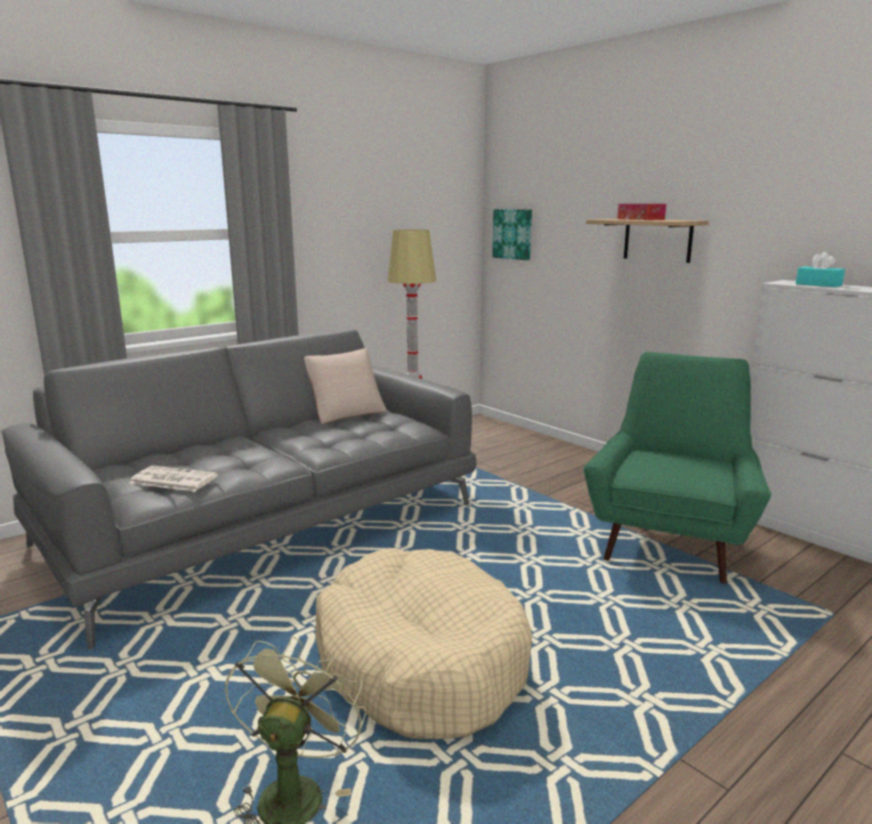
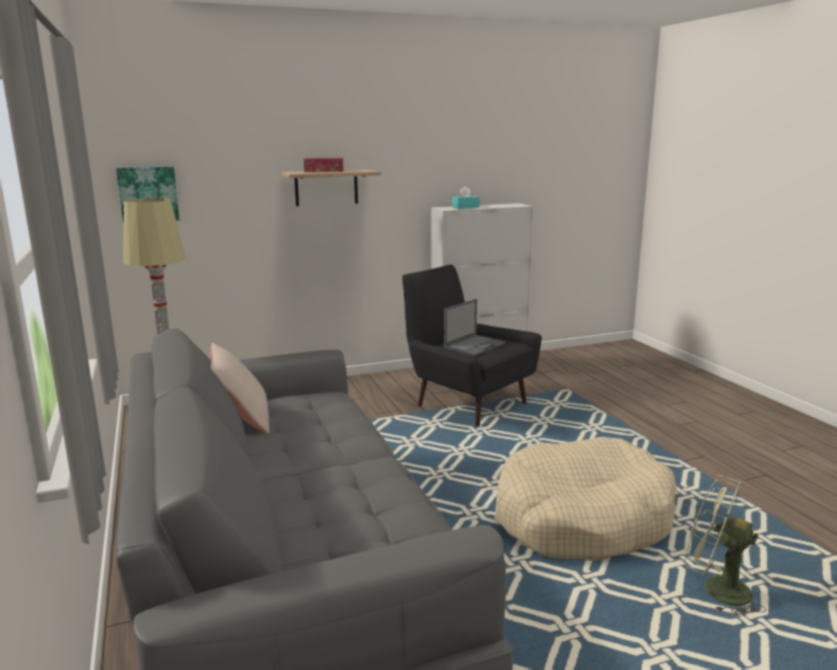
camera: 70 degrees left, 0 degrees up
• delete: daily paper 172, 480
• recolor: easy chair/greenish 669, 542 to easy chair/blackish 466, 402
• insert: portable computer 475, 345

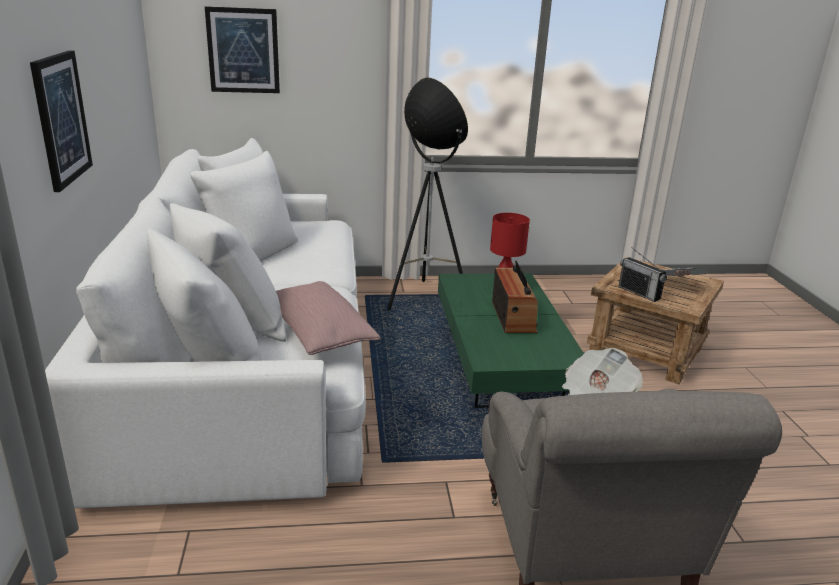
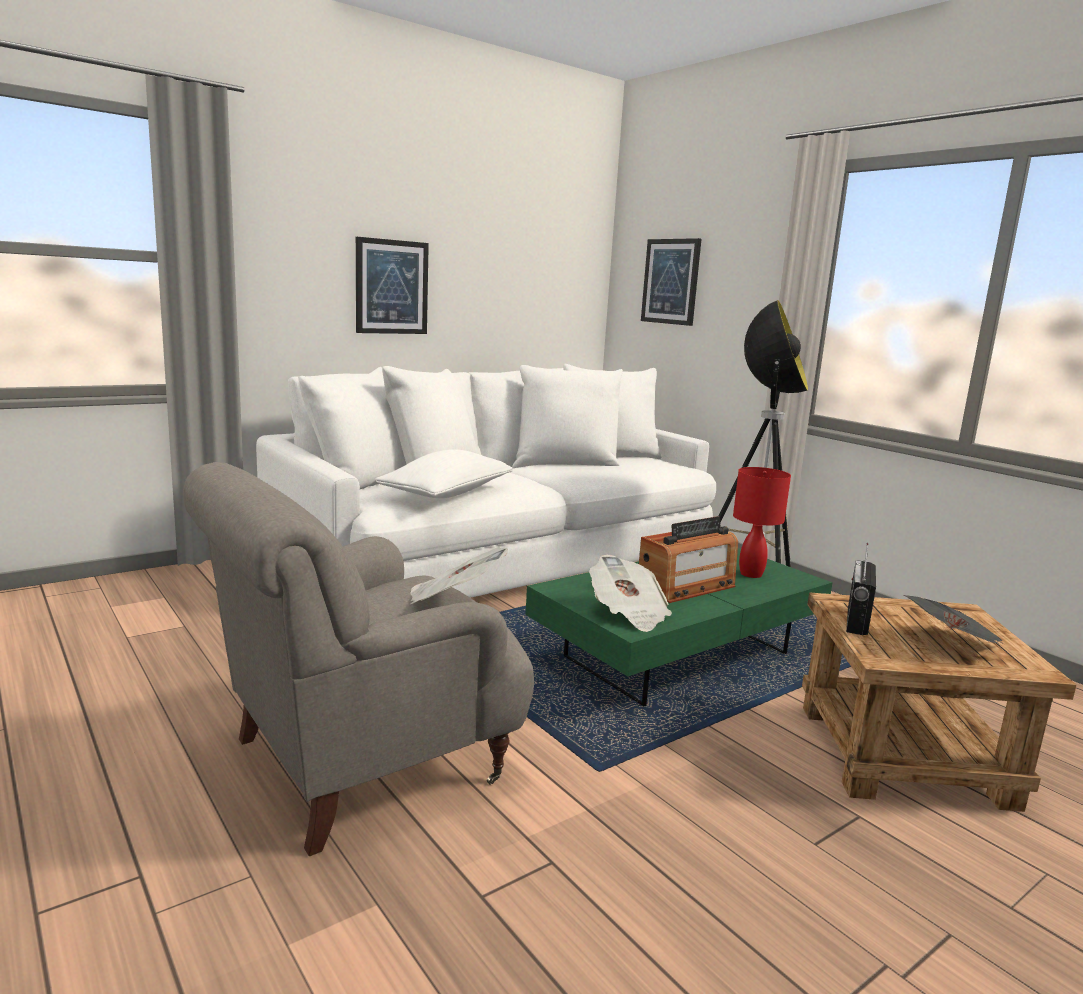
camera: 60 degrees right, 10 degrees down
• recolor: throw pillow/pinkish 317, 333 to throw pillow/white-coloured 446, 494
• insert: daily paper 628, 614

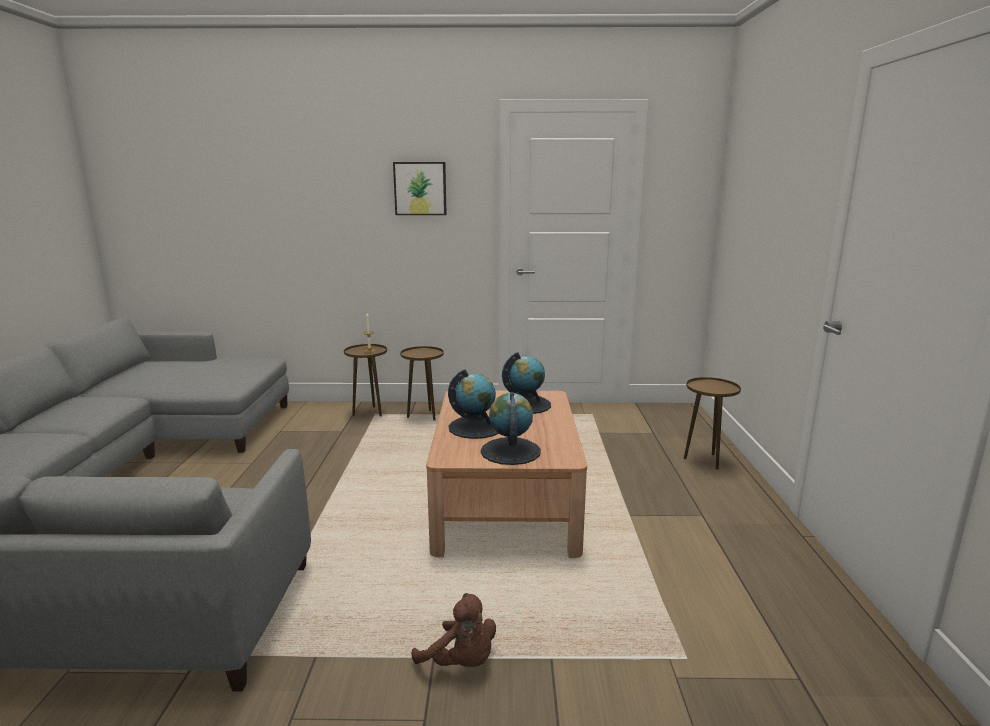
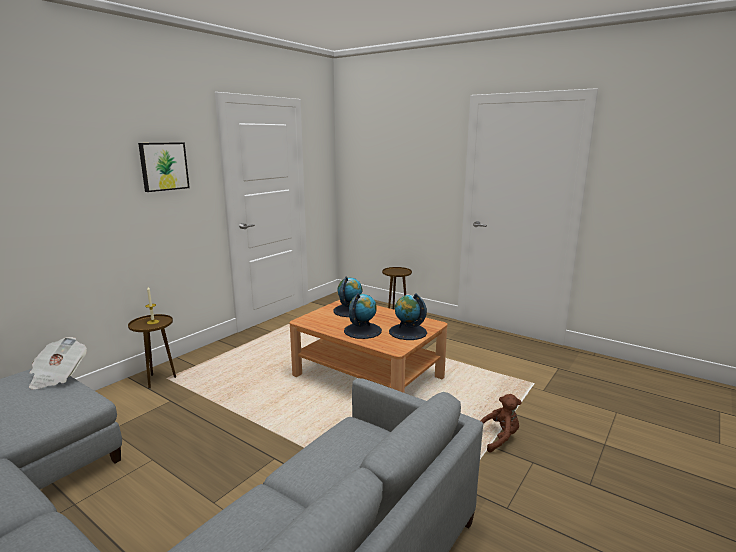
camera: 55 degrees left, 0 degrees up
• delete: accent table/brown-coloured 424, 416
• insert: daily paper 58, 376

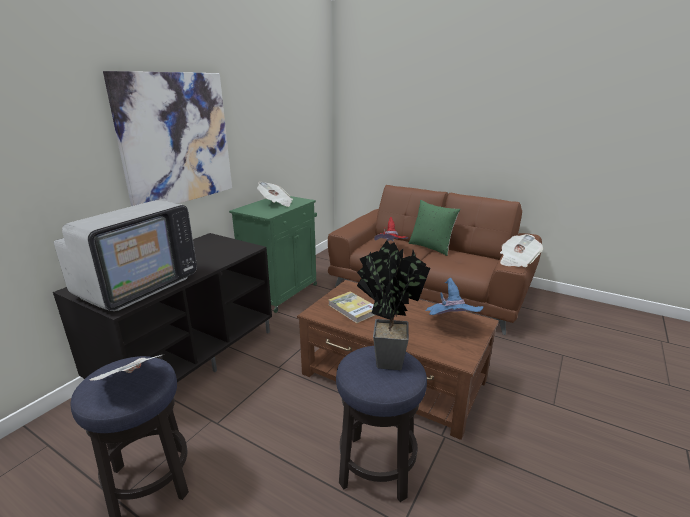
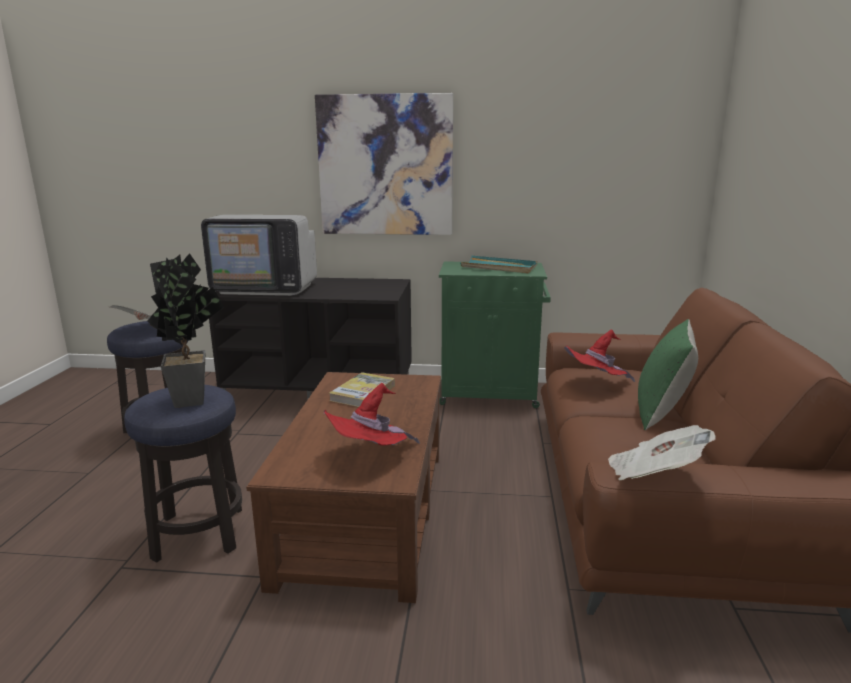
camera: 65 degrees right, 5 degrees down
• replace: daily paper 276, 203 to tray/turquoise 499, 267
• recolor: clothing hat/bluish 450, 324 to clothing hat/red-coloured 369, 456

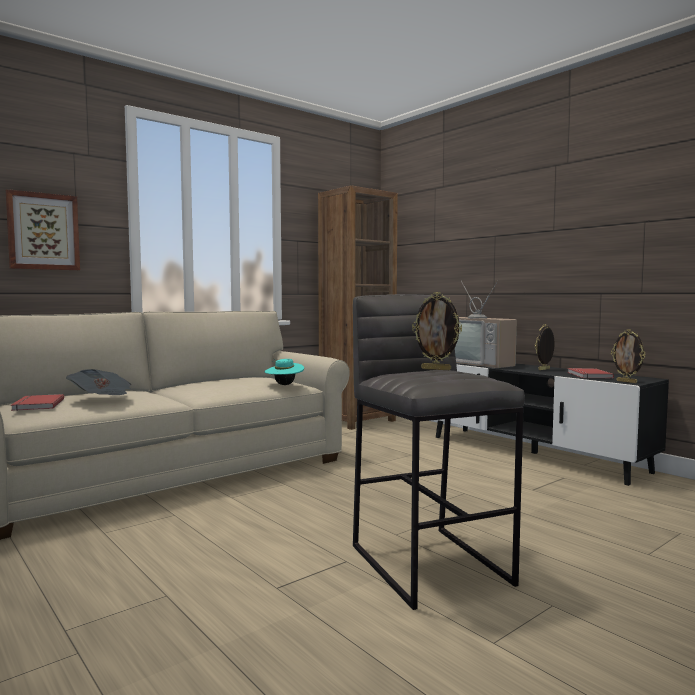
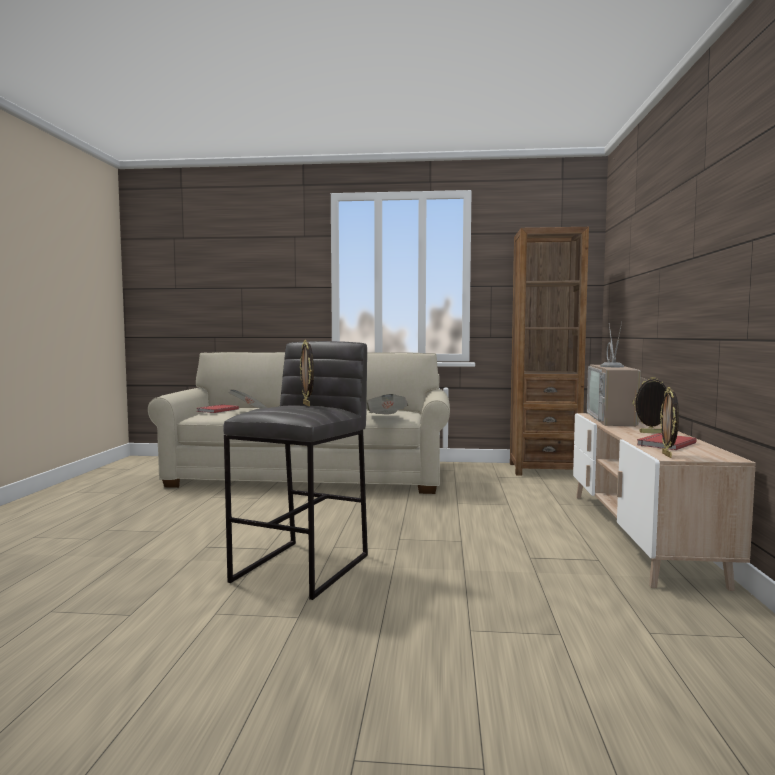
camera: 45 degrees right, 0 degrees up
• delete: picture 43, 231
• replace: clothing hat/turquoise 284, 385 to daily paper 386, 417
• recolor: media console/blackish 533, 453 to media console/beige-coloured 638, 533

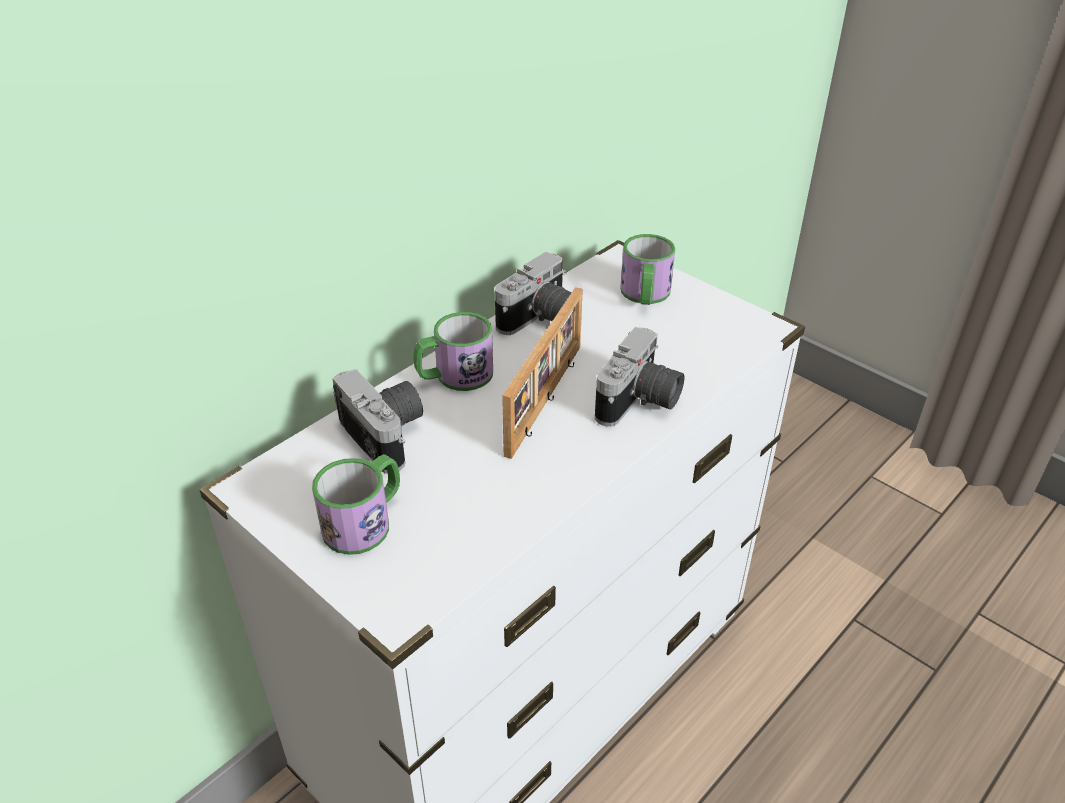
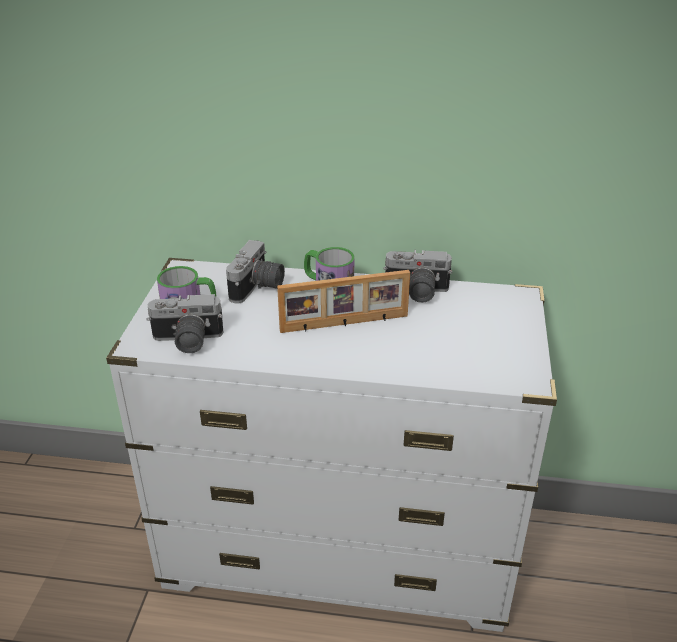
camera: 55 degrees right, 5 degrees down
• move: still camera 640, 403 to 187, 341
• delete: mug 645, 295

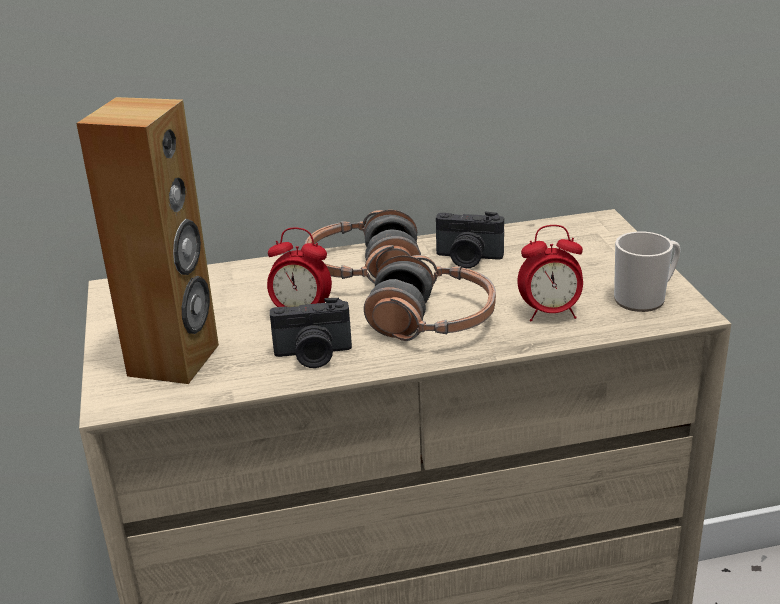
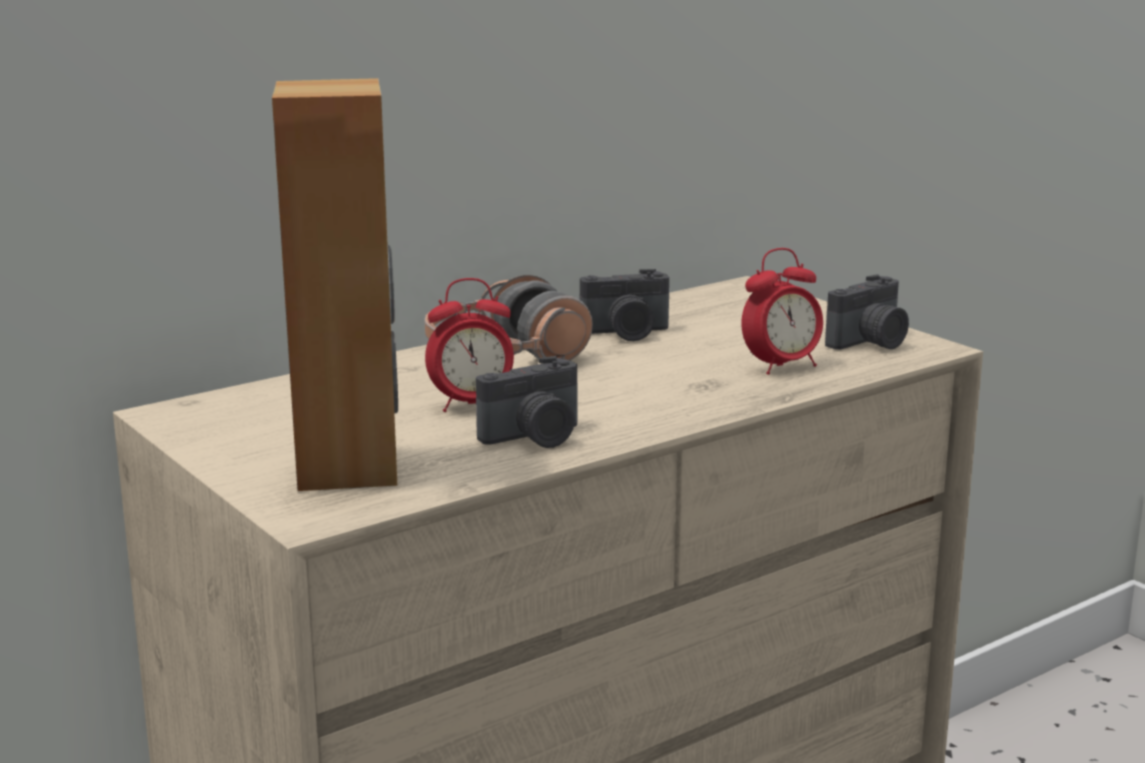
camera: 25 degrees left, 10 degrees down
• delete: headset 432, 321
• replace: mug 644, 299 to still camera 871, 342

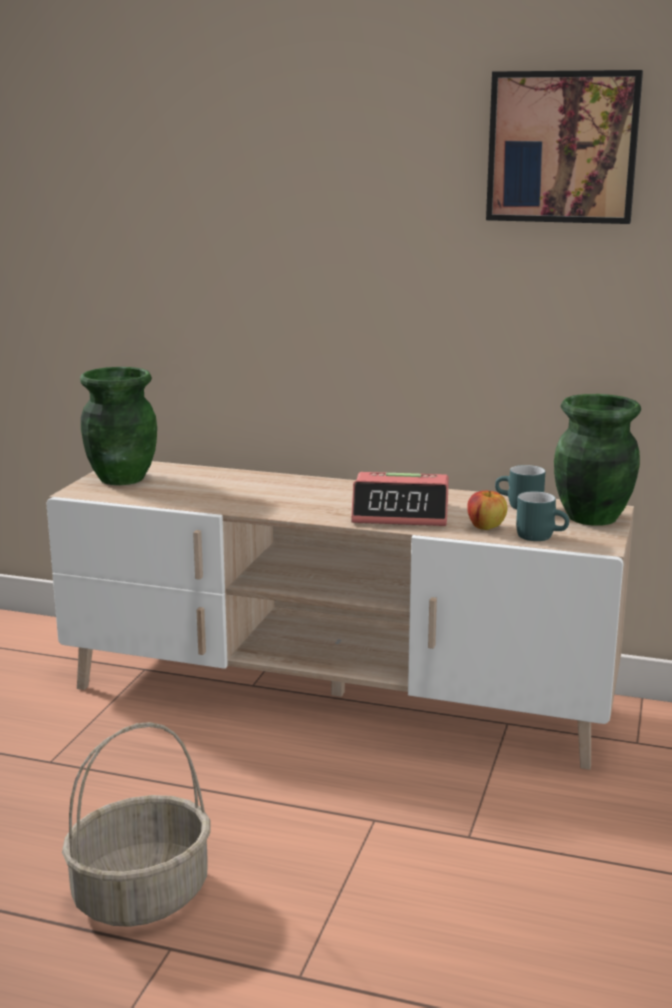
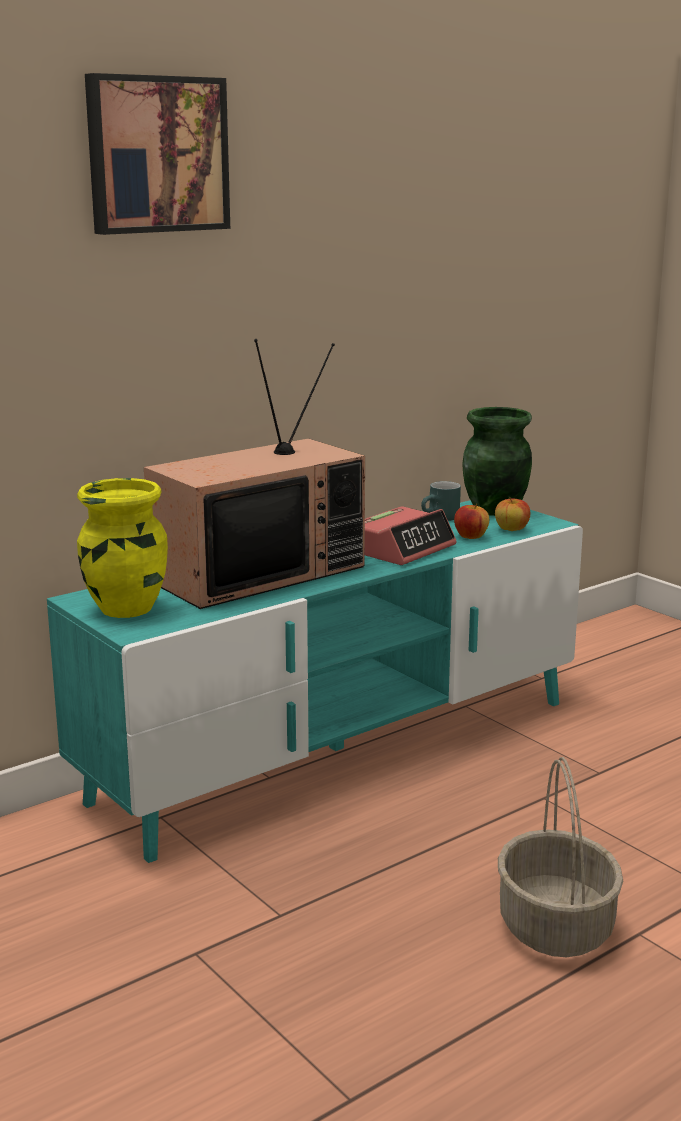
camera: 55 degrees left, 0 degrees up
• recolor: media console/beige-coloured 336, 696 to media console/turquoise 339, 750
• recolor: decorative vase/greenish 121, 478 to decorative vase/yellowish 125, 609
• move: picture 563, 147 to 156, 155
• replace: mug/turquoise 541, 536 to whole apple 512, 530
• insert: television 259, 572

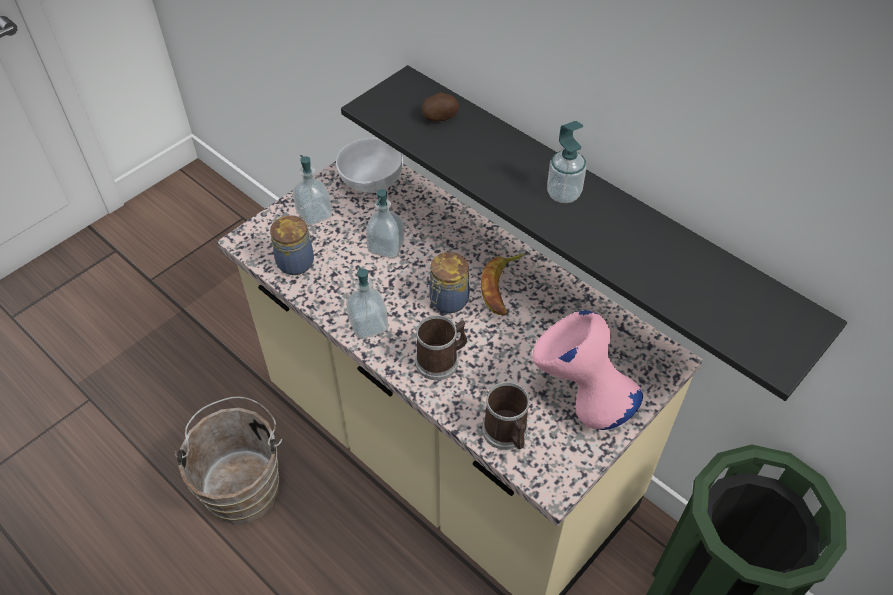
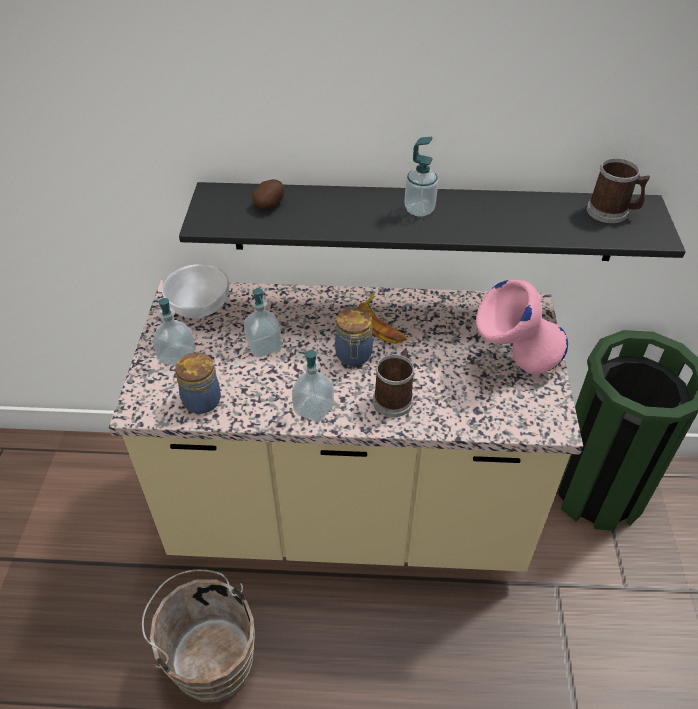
camera: 40 degrees left, 5 degrees down
• move: mug 507, 434 to 612, 212

